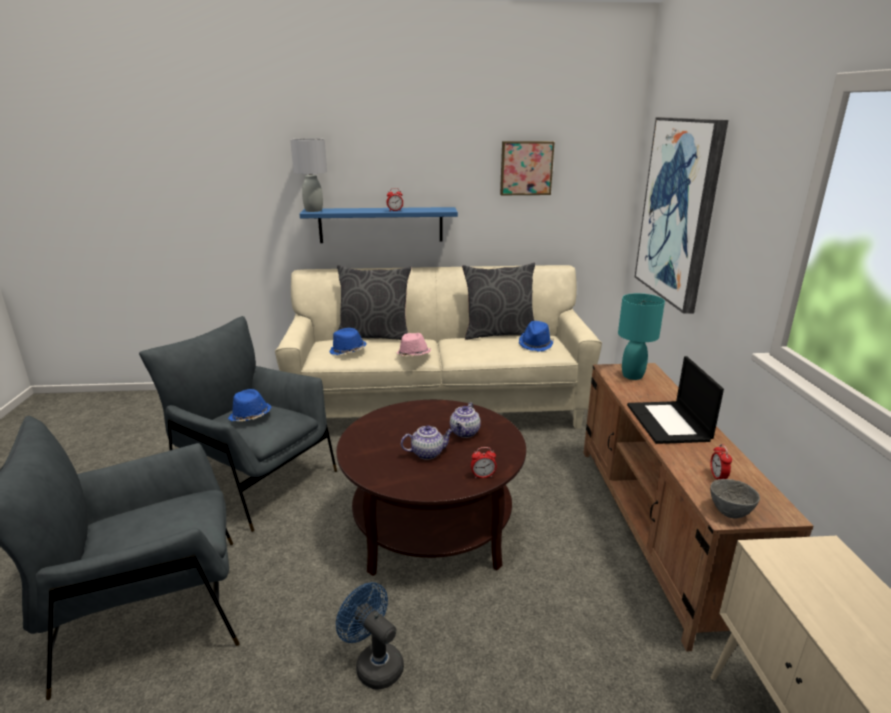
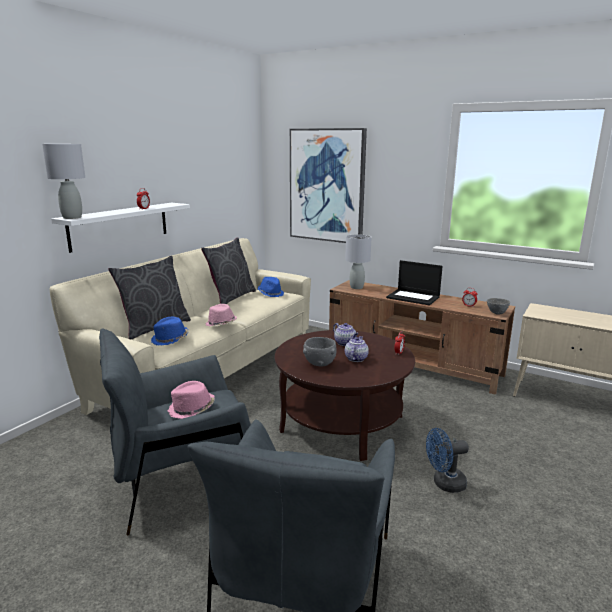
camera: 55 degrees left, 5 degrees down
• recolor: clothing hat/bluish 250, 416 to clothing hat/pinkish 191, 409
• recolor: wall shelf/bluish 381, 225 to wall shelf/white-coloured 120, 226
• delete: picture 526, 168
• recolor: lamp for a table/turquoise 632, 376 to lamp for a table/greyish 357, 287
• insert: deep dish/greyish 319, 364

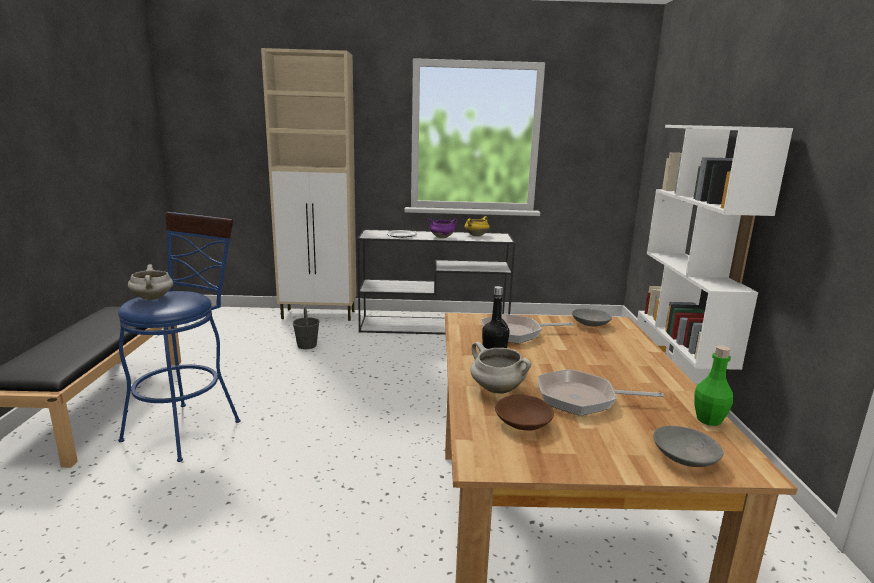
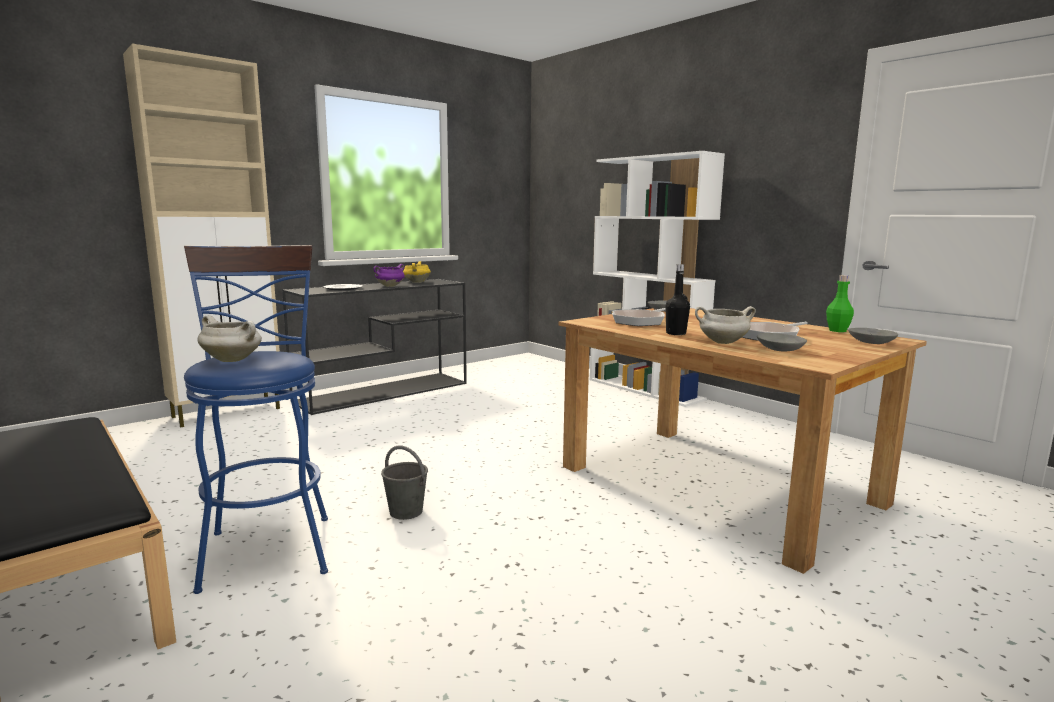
camera: 40 degrees left, 5 degrees down
• move: water bucket/greyish 307, 345 to 406, 512
• recolor: narrow table/white-coloured 435, 326 to narrow table/blackish 384, 392
• recolor: deep dish/brown-coloured 523, 423 to deep dish/greyish 781, 349

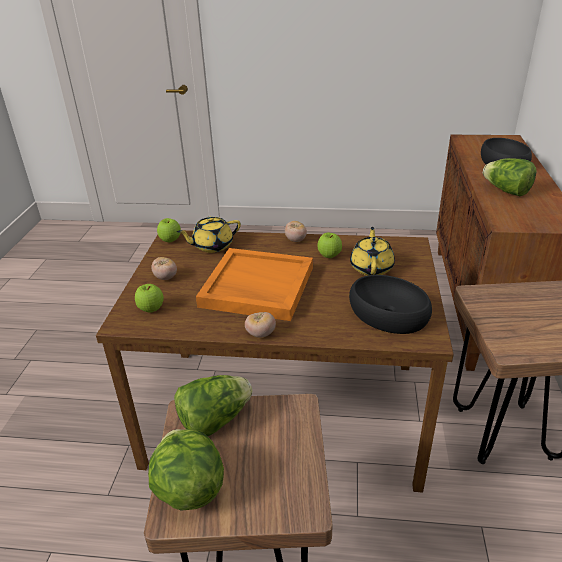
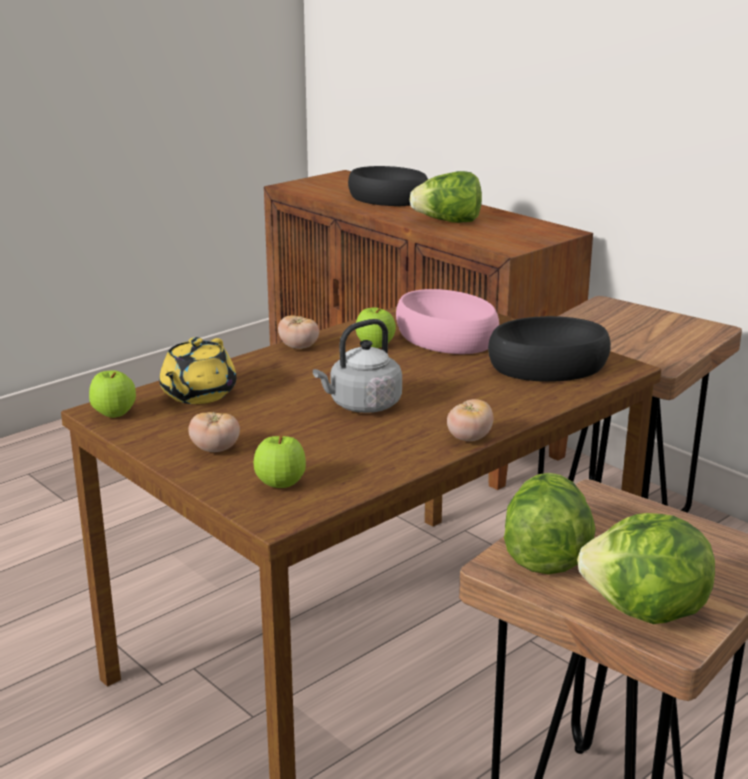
camera: 50 degrees left, 10 degrees down
• replace: tray/orange-coloured 256, 287 to water kettle/greyish 362, 405
• replace: tea pot/yellowish 371, 267 to deep dish/pinkish 444, 337

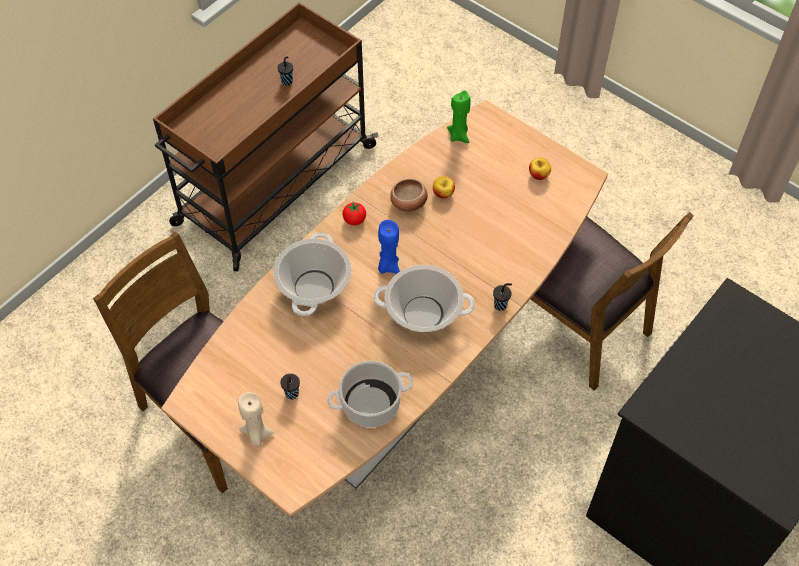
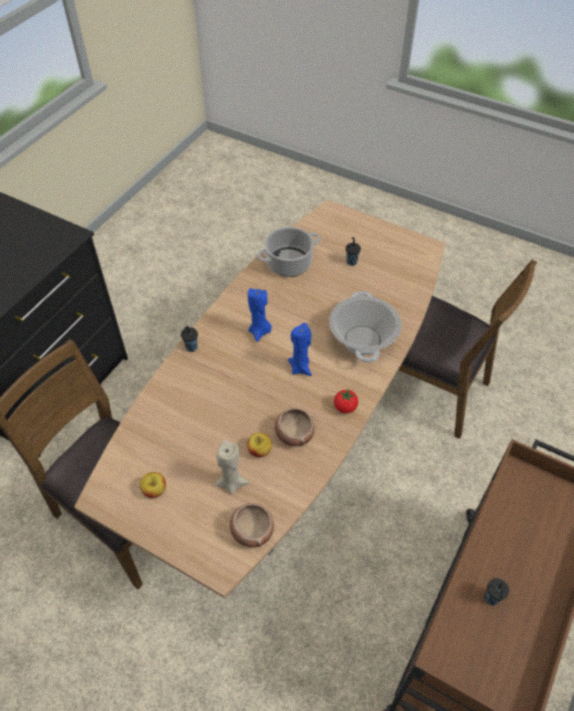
camera: 170 degrees right, 5 degrees down
• move: candle/beige-coloured 256, 434 to 231, 483
• replace: saucepot 423, 313 to candle/bluish 260, 332
• replace: candle/greenish 459, 135 to deep dish 252, 530

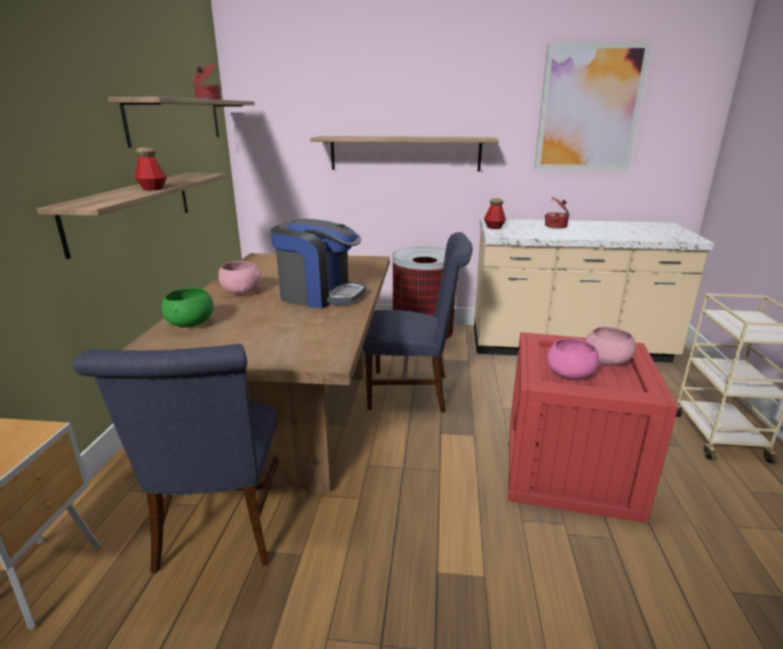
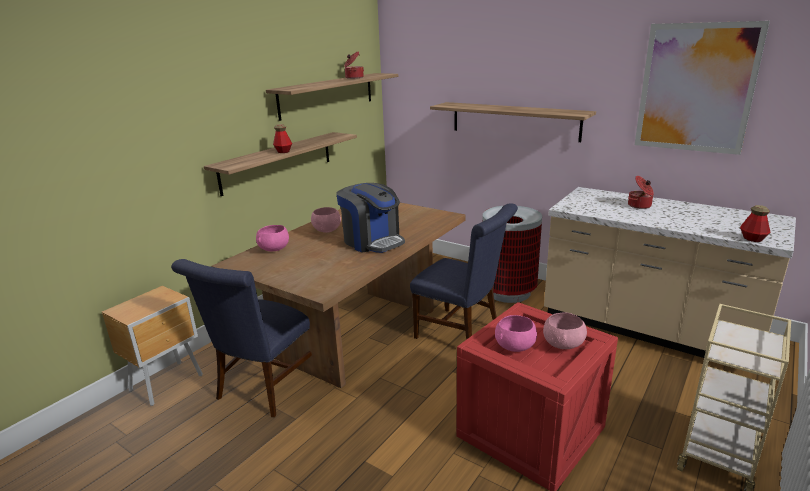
camera: 30 degrees right, 0 degrees up
• recolor: deep dish/greenish 191, 325 to deep dish/pinkish 274, 250
• move: bottle 494, 227 to 752, 239

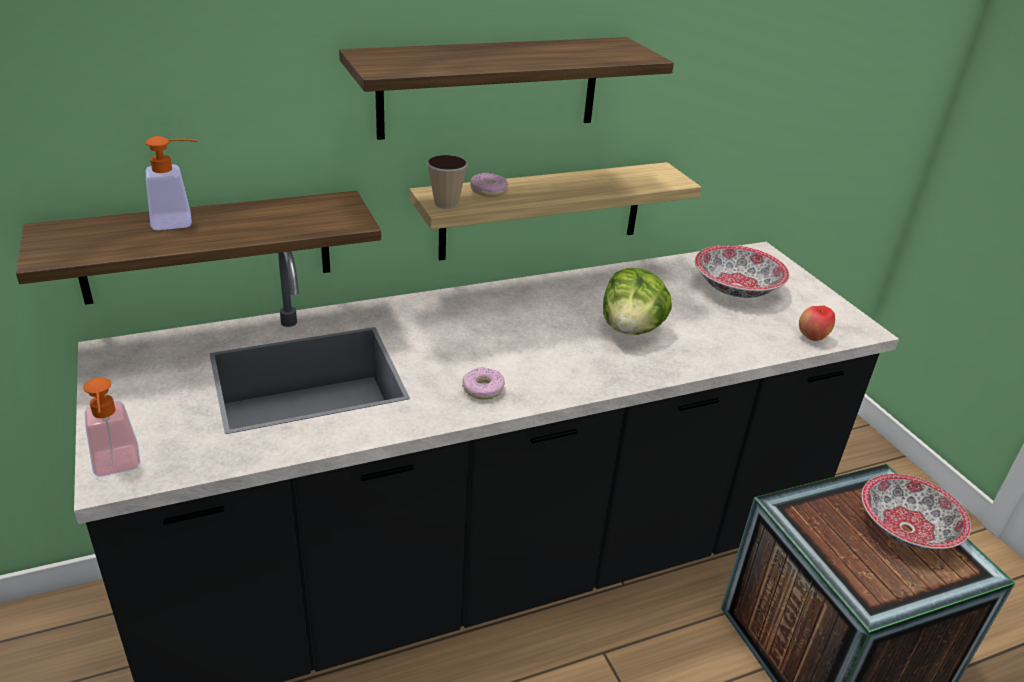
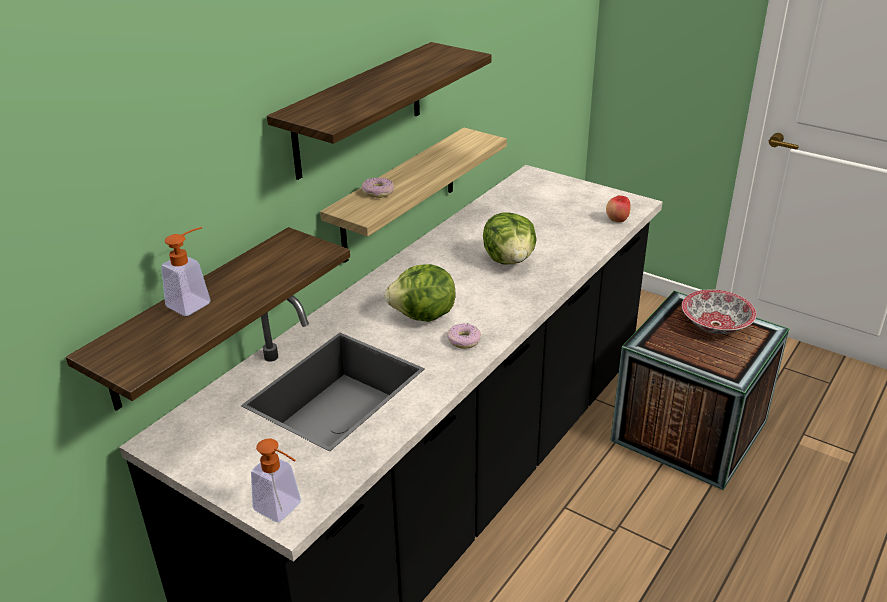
camera: 30 degrees left, 0 degrees up
• delete: cup 446, 203
• delete: deep dish 735, 288
• insert: lettuce head 423, 316

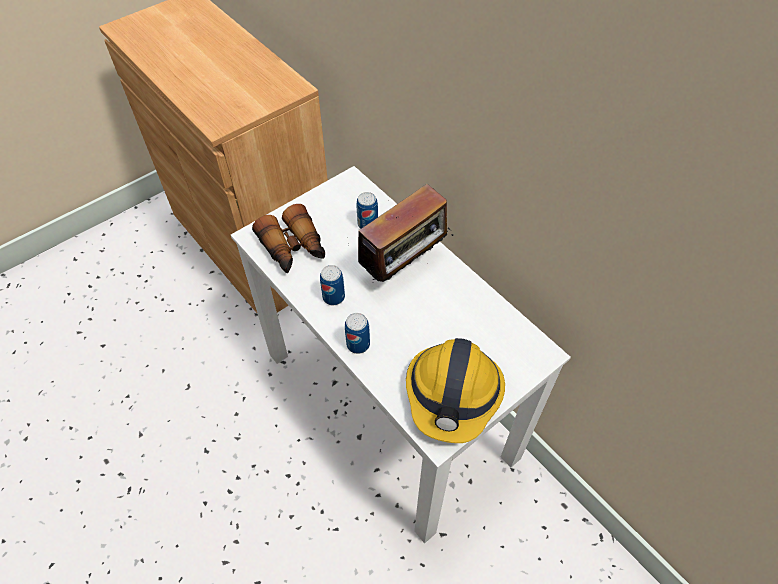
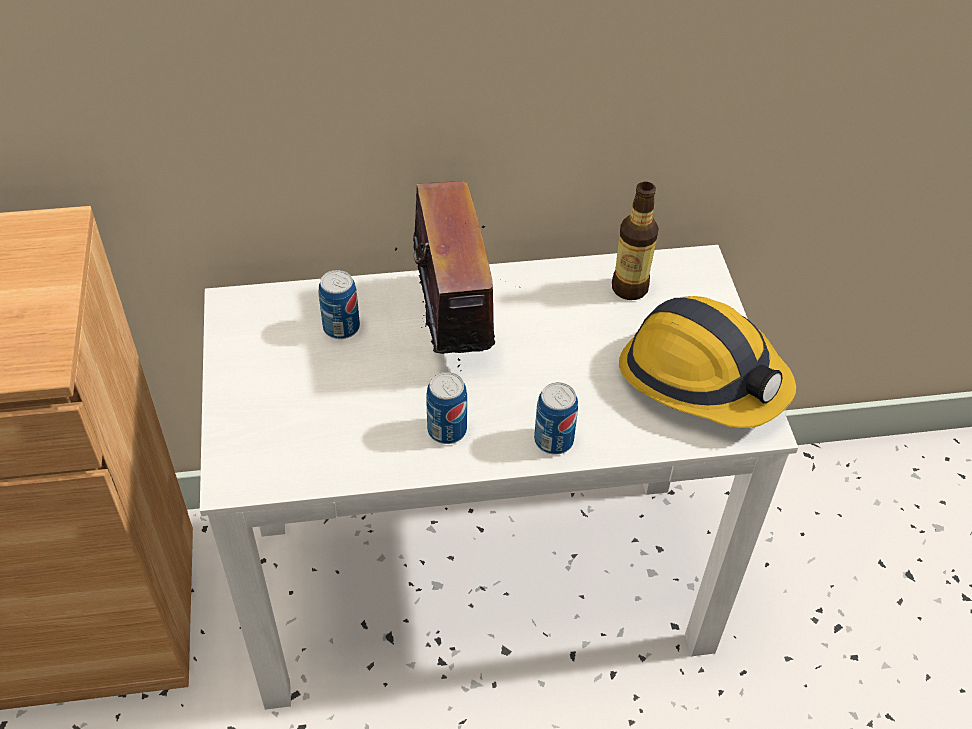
camera: 60 degrees left, 5 degrees down
• delete: binoculars 293, 248
• insert: bottle 629, 288

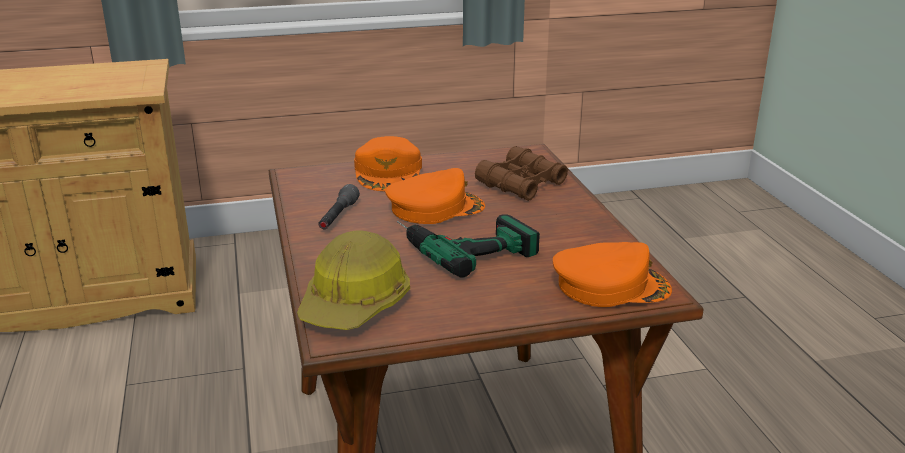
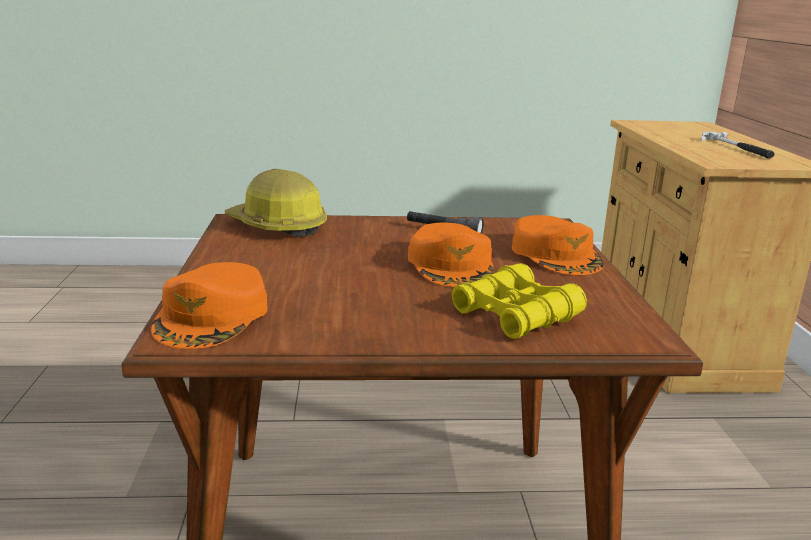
camera: 100 degrees right, 5 degrees down
• rotate: cap/orange-coloured 388, 172 = 556, 255 120 degrees counterclockwise
• delete: power drill 461, 244
• recolor: binoculars/brown-coloured 521, 184 to binoculars/yellowish 515, 315
• insert: hammer 736, 148

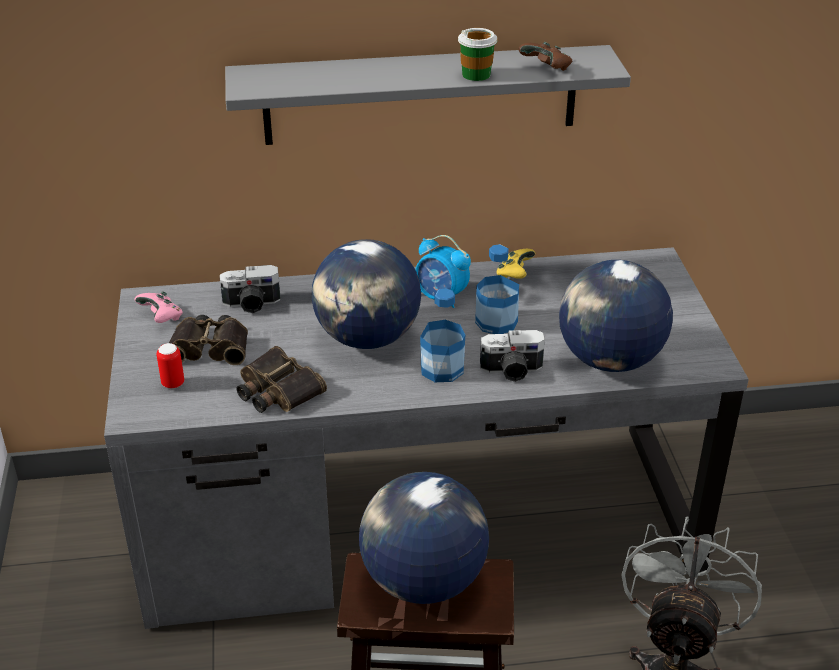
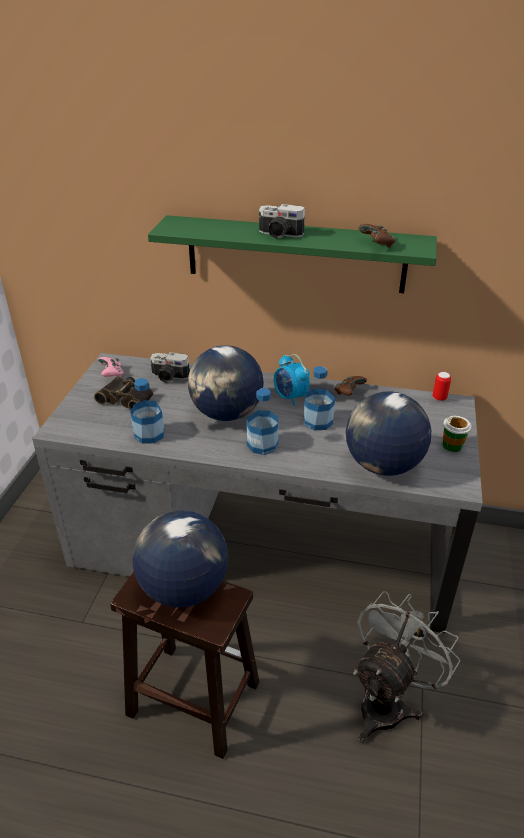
camera: 20 degrees right, 0 degrees up
• move: can 173, 383 to 439, 398
• recolor: wall shelf/greyish 421, 95 to wall shelf/greenish 295, 254
• replace: binoculars 276, 390 to bottle 149, 434
• move: cup 476, 75 to 452, 445
• move: still camera 512, 371 to 279, 235
• recolor: joypad/yellowish 514, 274 to joypad/brown-coloured 348, 392

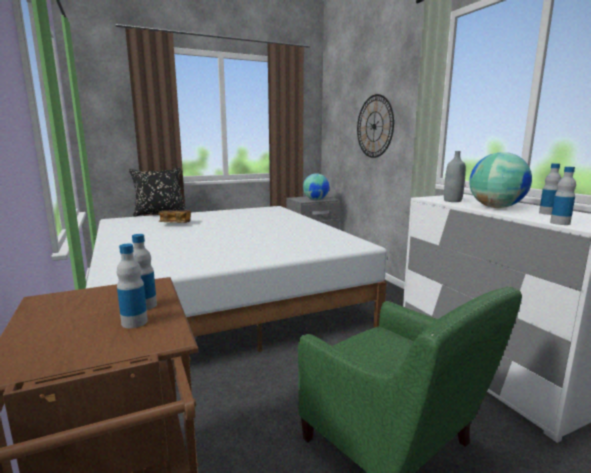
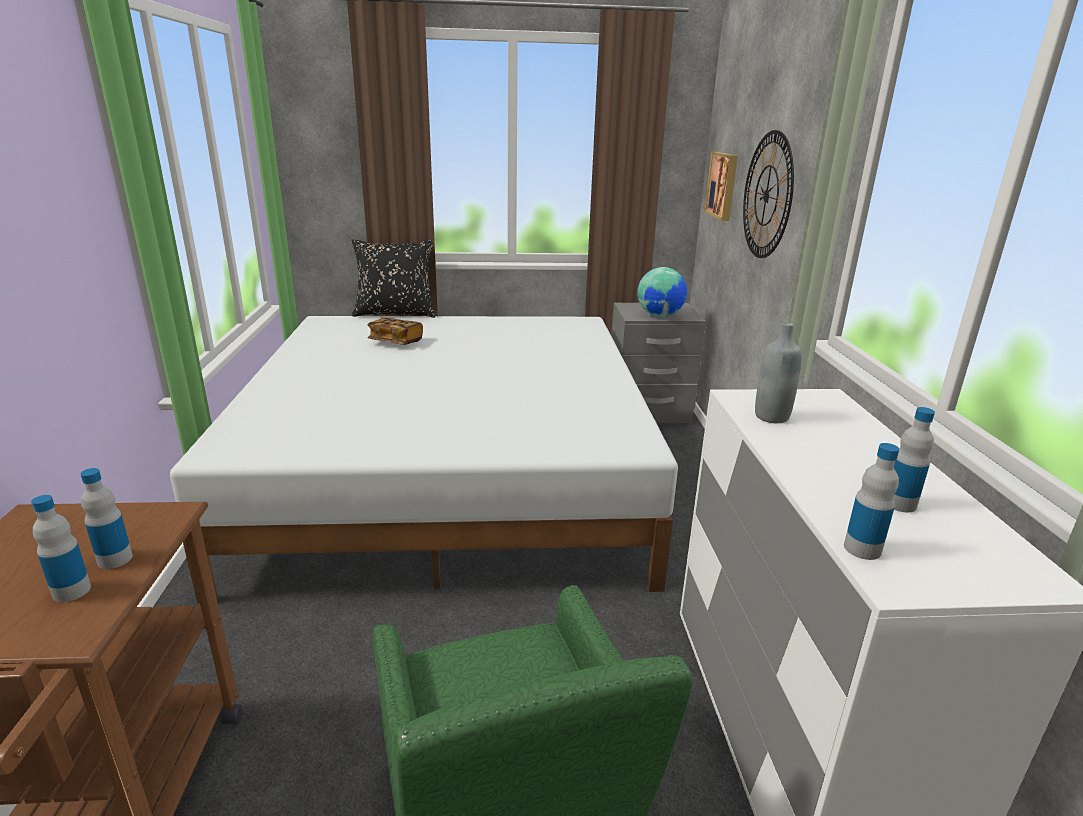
camera: 20 degrees right, 10 degrees up
• delete: world globe 495, 207
• insert: picture 723, 185

